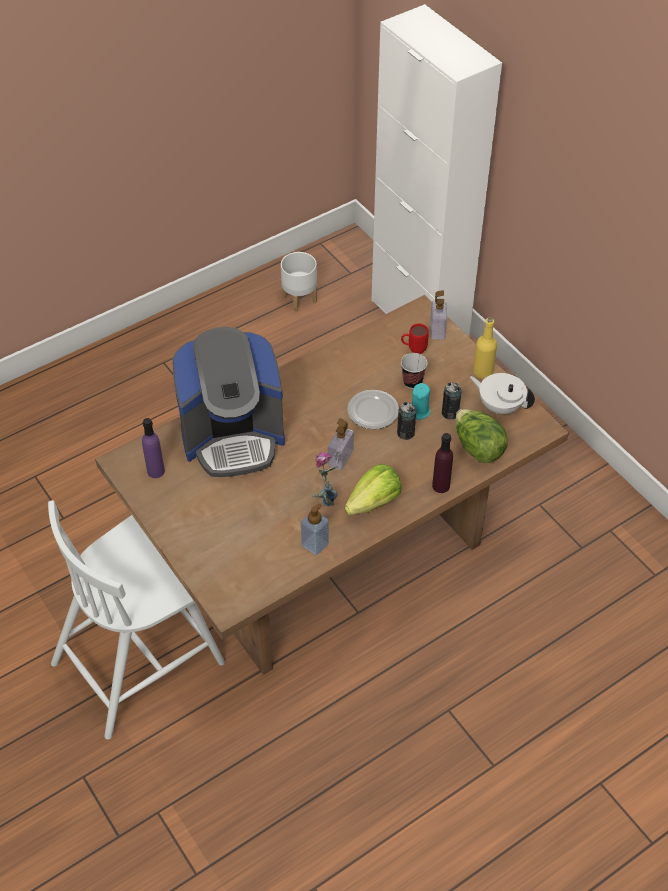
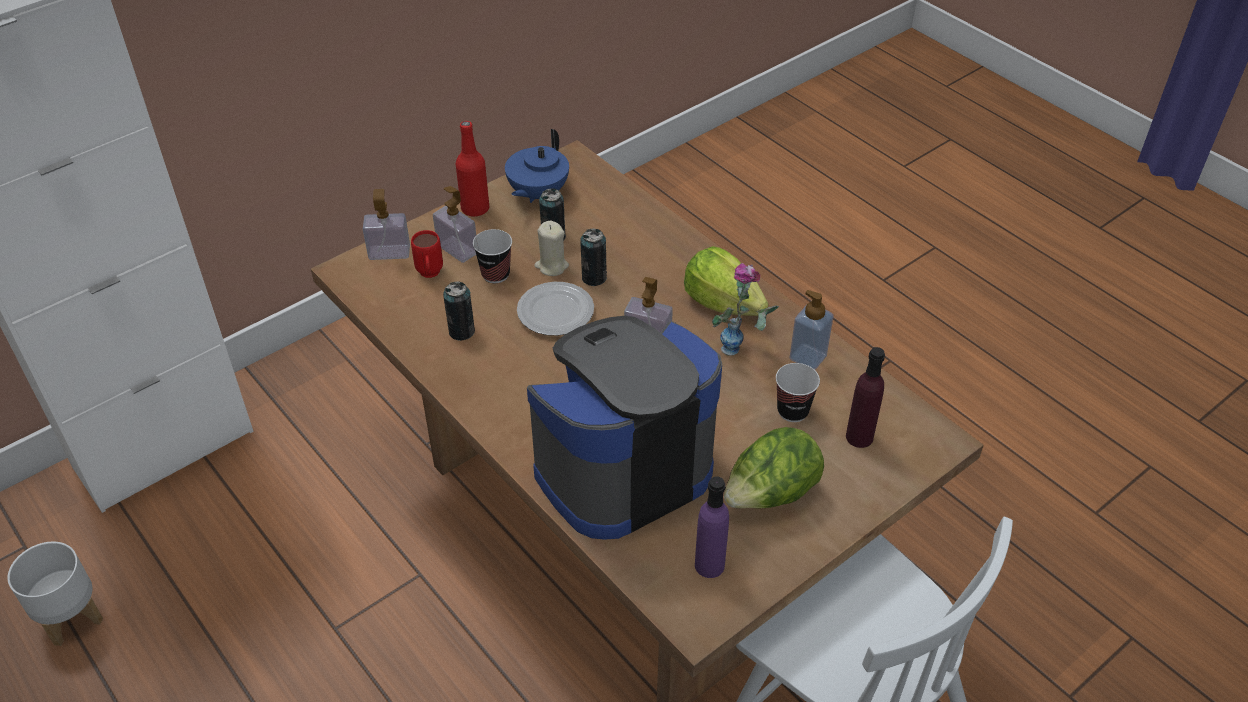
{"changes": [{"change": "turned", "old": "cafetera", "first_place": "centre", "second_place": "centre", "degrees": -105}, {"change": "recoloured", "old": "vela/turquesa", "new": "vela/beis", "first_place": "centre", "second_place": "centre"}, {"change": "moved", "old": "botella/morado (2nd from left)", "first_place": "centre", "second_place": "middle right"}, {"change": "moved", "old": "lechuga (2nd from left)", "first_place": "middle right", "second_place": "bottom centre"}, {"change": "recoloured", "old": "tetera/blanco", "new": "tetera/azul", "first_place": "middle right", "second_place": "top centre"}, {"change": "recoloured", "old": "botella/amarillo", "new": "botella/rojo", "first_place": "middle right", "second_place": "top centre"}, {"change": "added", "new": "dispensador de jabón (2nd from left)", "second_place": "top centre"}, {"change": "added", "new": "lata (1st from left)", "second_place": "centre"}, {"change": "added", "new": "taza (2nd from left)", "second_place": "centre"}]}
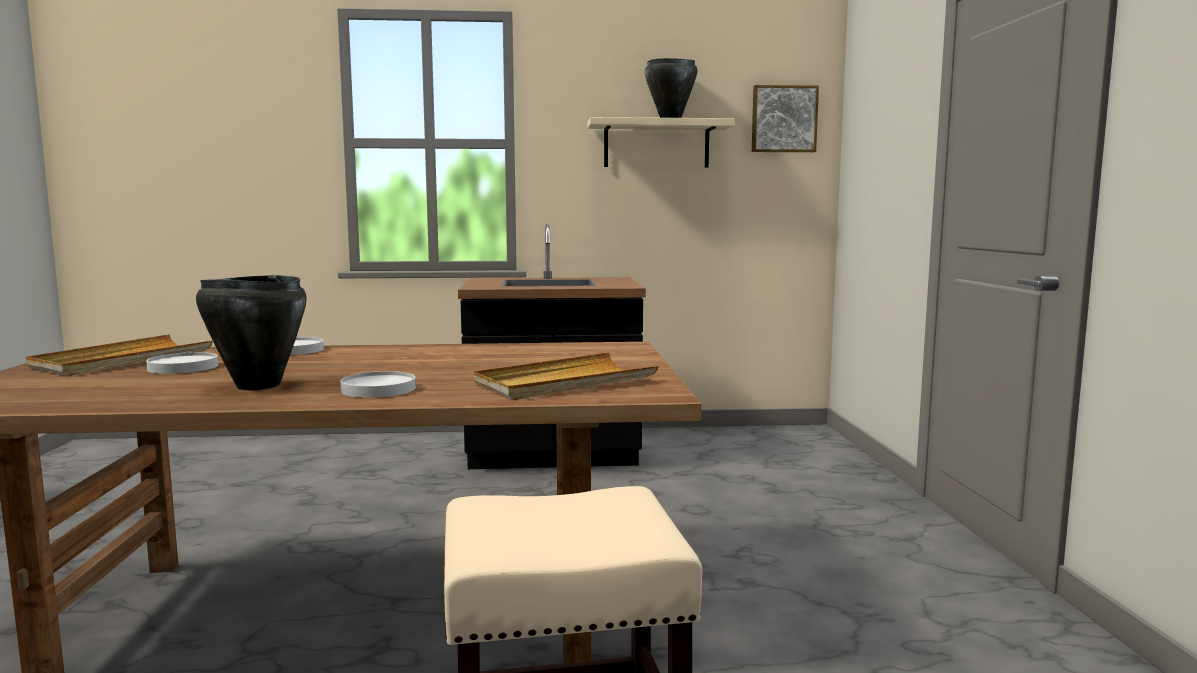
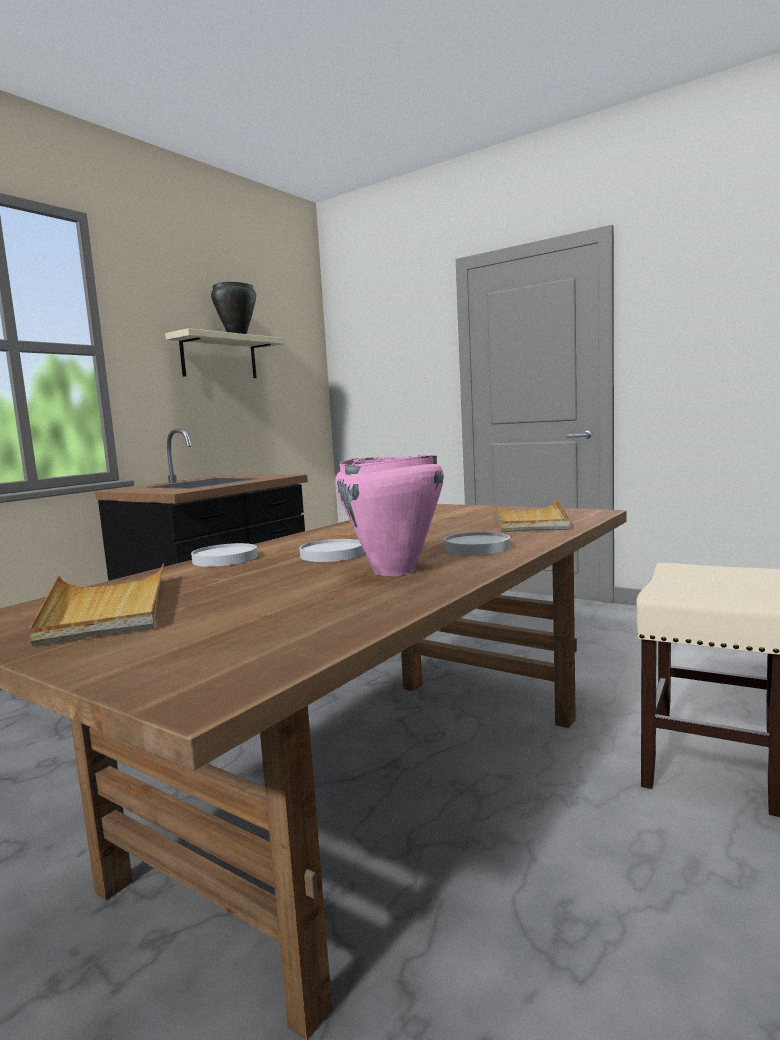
{"changes": [{"change": "moved", "old": "plato/blanco (1st from left in the first image)", "new": "plato/blanco (2nd from left)", "first_place": "middle left", "second_place": "centre"}, {"change": "recoloured", "old": "olla/negro (1st from left)", "new": "olla/rosa", "first_place": "middle left", "second_place": "centre"}, {"change": "removed", "old": "cuadro", "first_place": "top centre"}]}
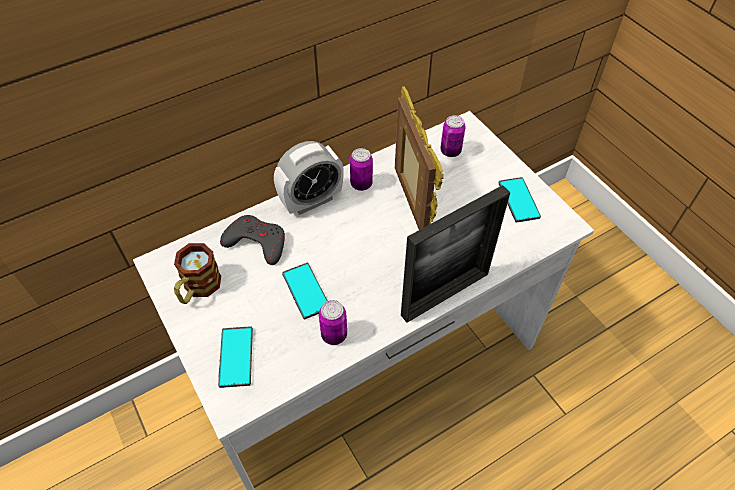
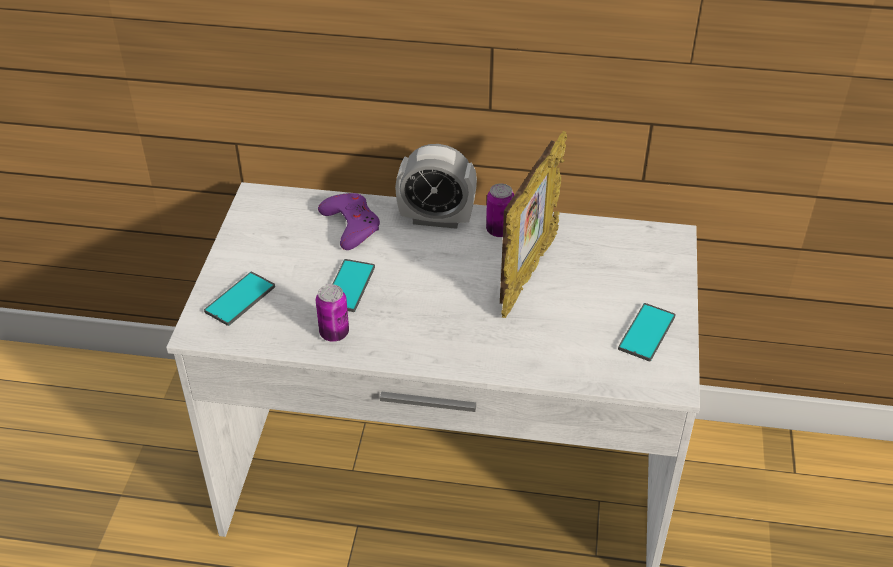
{"changes": [{"change": "removed", "old": "taza grande", "first_place": "middle left"}, {"change": "recoloured", "old": "mando de consola/gris", "new": "mando de consola/morado", "first_place": "centre", "second_place": "centre"}, {"change": "removed", "old": "portarretratos (2nd from left)", "first_place": "centre"}, {"change": "removed", "old": "lata (3rd from left)", "first_place": "top centre"}]}
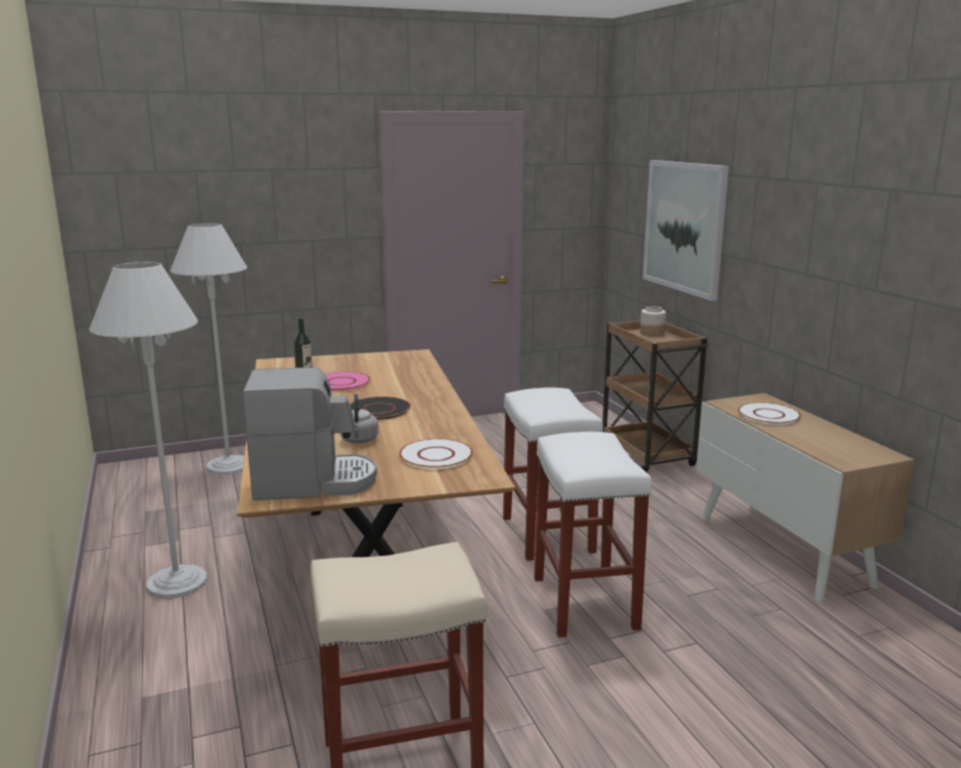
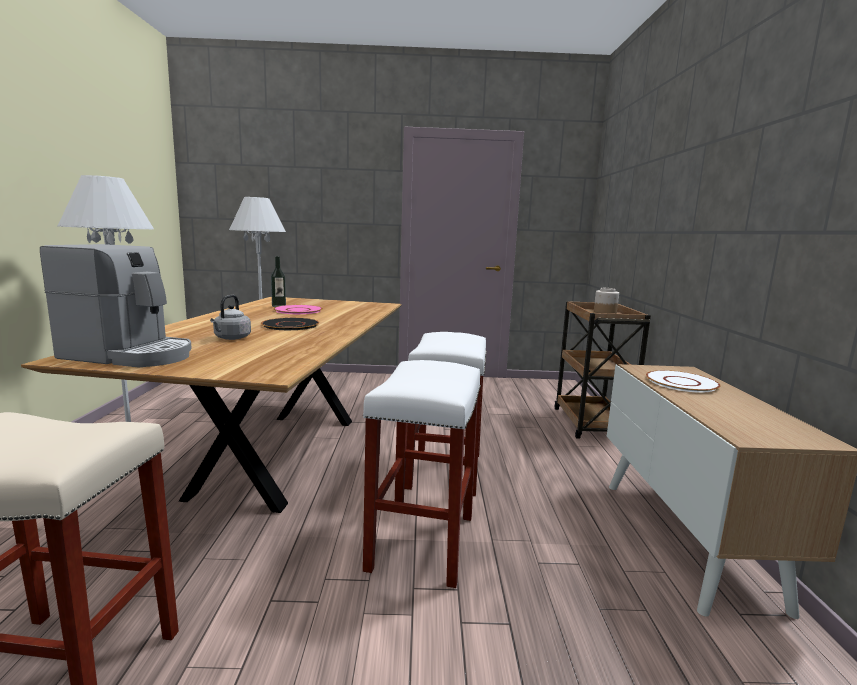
{"changes": [{"change": "removed", "old": "plato/blanco (1st from left)", "first_place": "centre"}, {"change": "removed", "old": "cuadro", "first_place": "top right"}]}
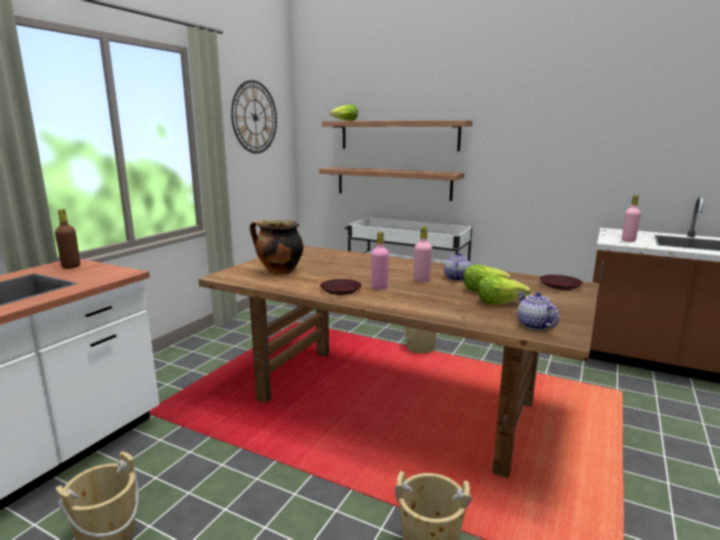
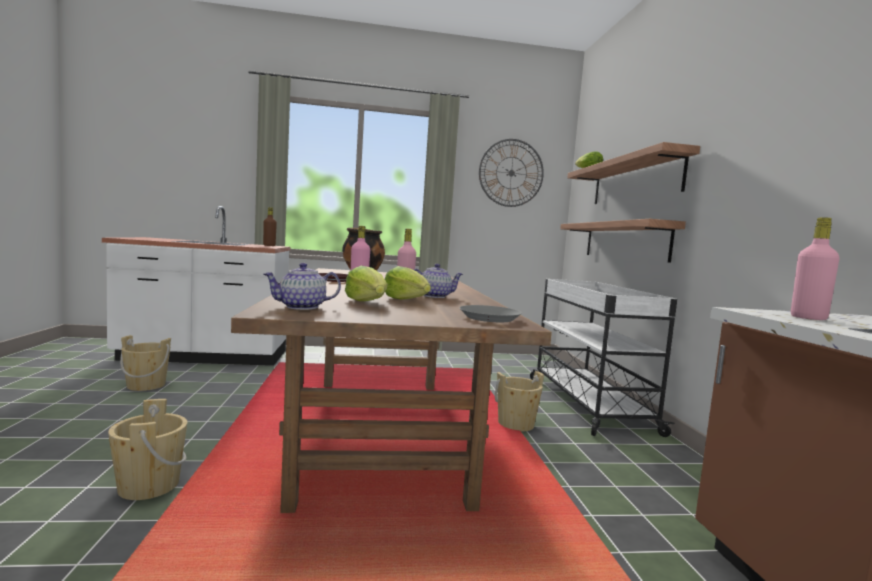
{"changes": [{"change": "turned", "old": "tetera (2nd from left in the first image)", "first_place": "middle right", "second_place": "centre", "degrees": -150}, {"change": "recoloured", "old": "plato/marrón (2nd from left)", "new": "plato/gris", "first_place": "middle right", "second_place": "centre"}]}
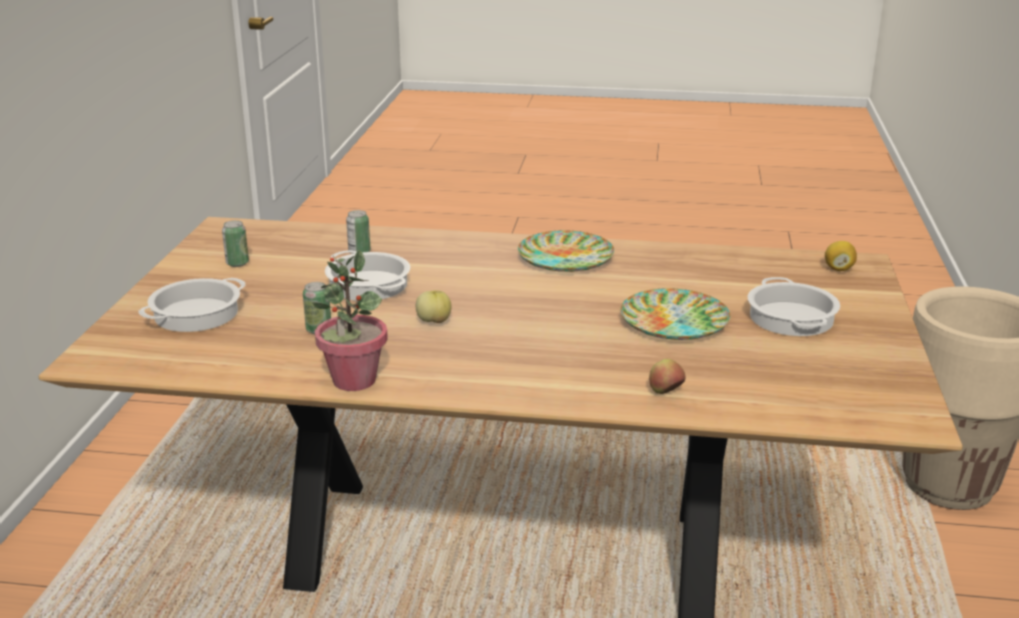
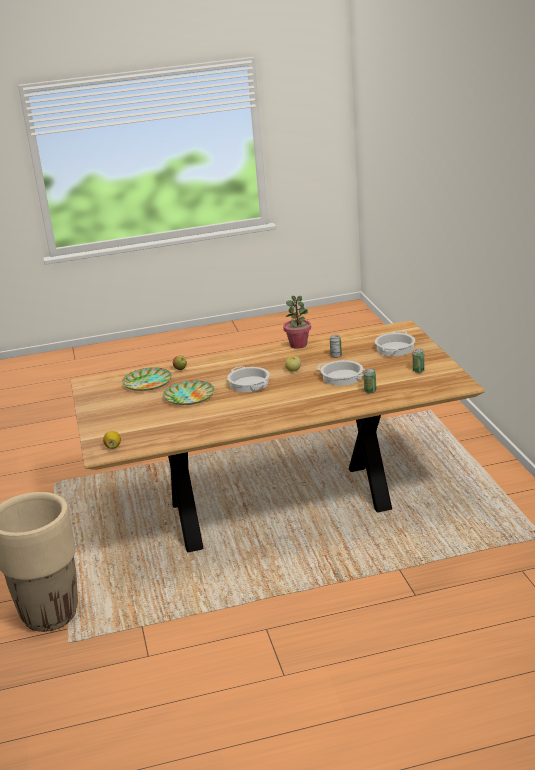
{"changes": [{"change": "moved", "old": "plato (1st from left)", "first_place": "centre", "second_place": "middle left"}, {"change": "moved", "old": "olla (3rd from left in the first image)", "new": "olla (1st from left)", "first_place": "middle right", "second_place": "centre"}]}
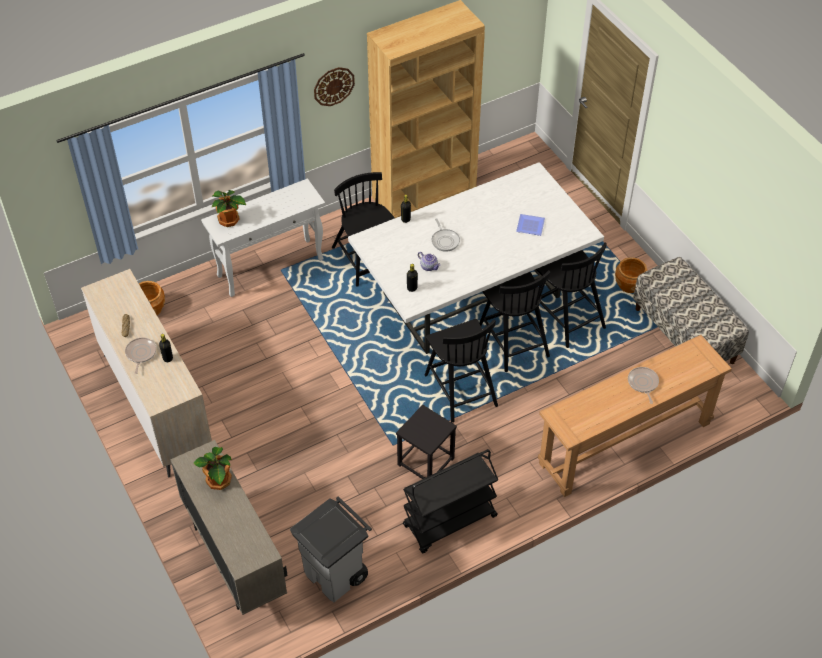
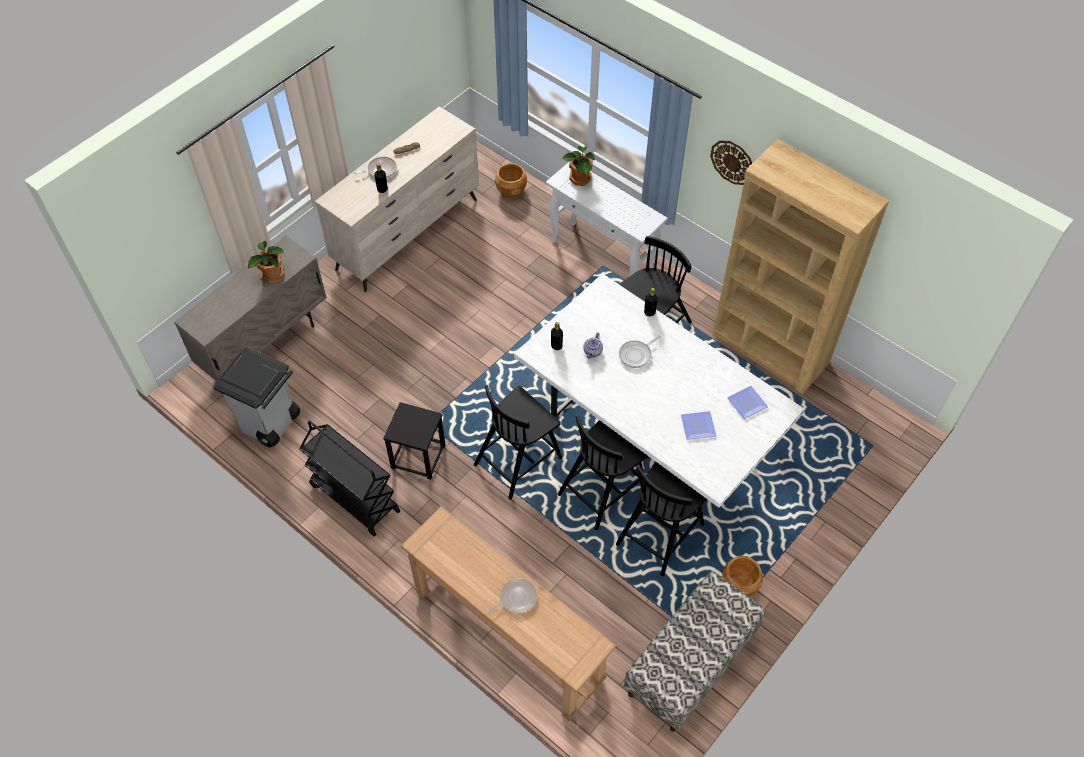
{"changes": [{"change": "added", "new": "plato (2nd from left)", "second_place": "middle right"}]}
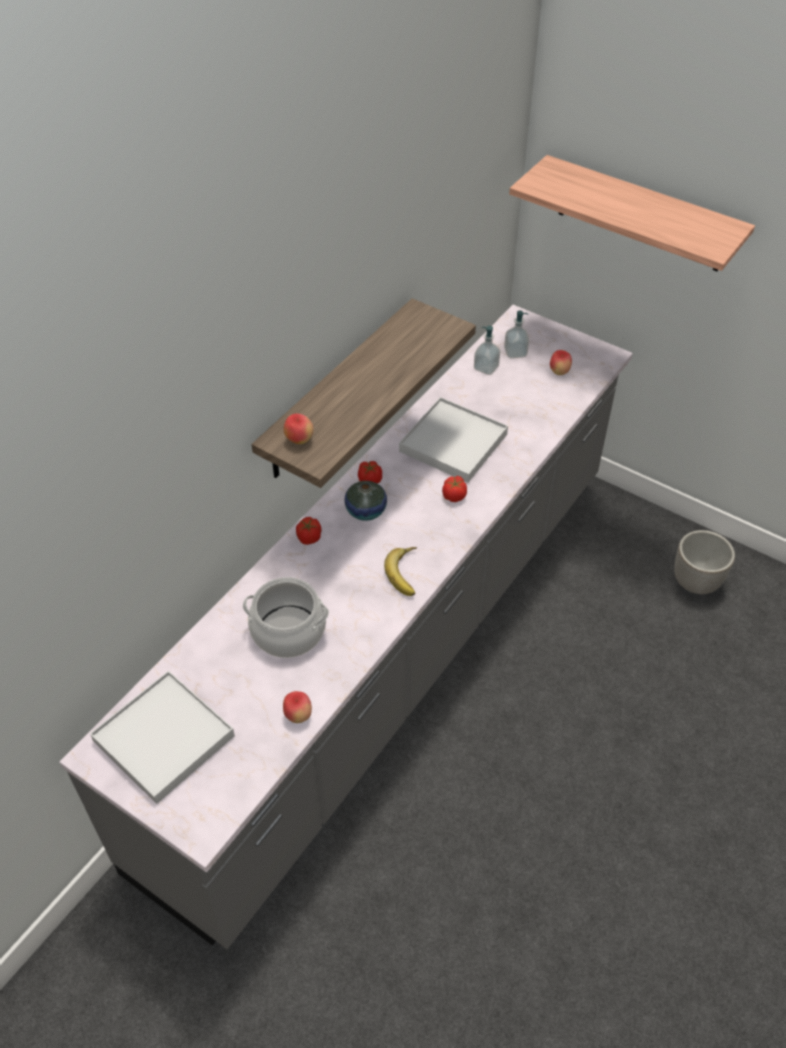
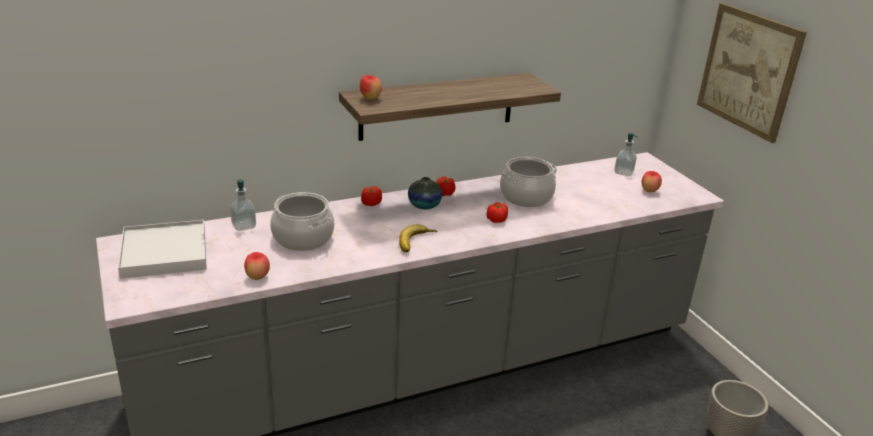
{"changes": [{"change": "replaced", "old": "bandeja/blanco (2nd from left)", "new": "olla (2nd from left)", "first_place": "centre", "second_place": "centre"}, {"change": "moved", "old": "dispensador de jabón (1st from left)", "first_place": "centre", "second_place": "middle left"}, {"change": "replaced", "old": "estante (2nd from left)", "new": "cuadro", "first_place": "top right", "second_place": "top right"}]}
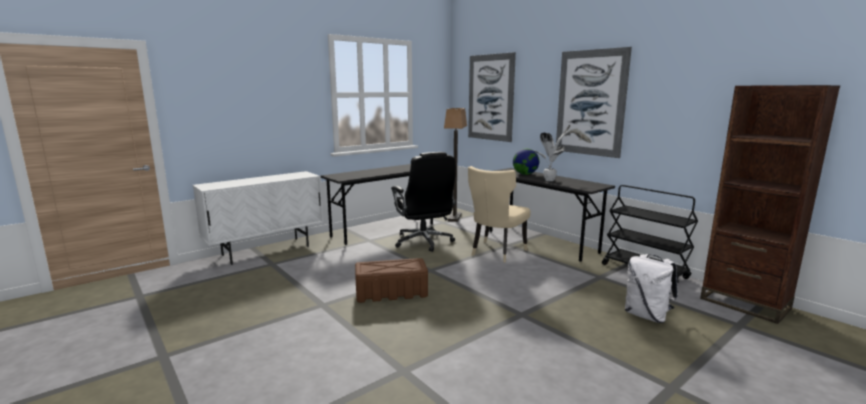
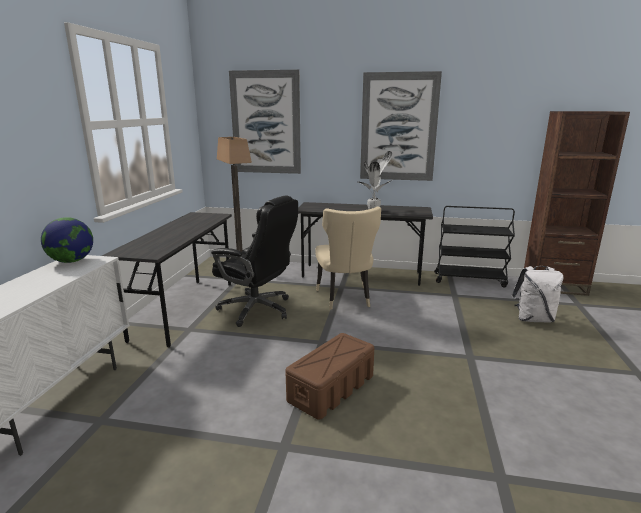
{"changes": [{"change": "moved", "old": "globo terráqueo", "first_place": "centre", "second_place": "middle left"}]}
